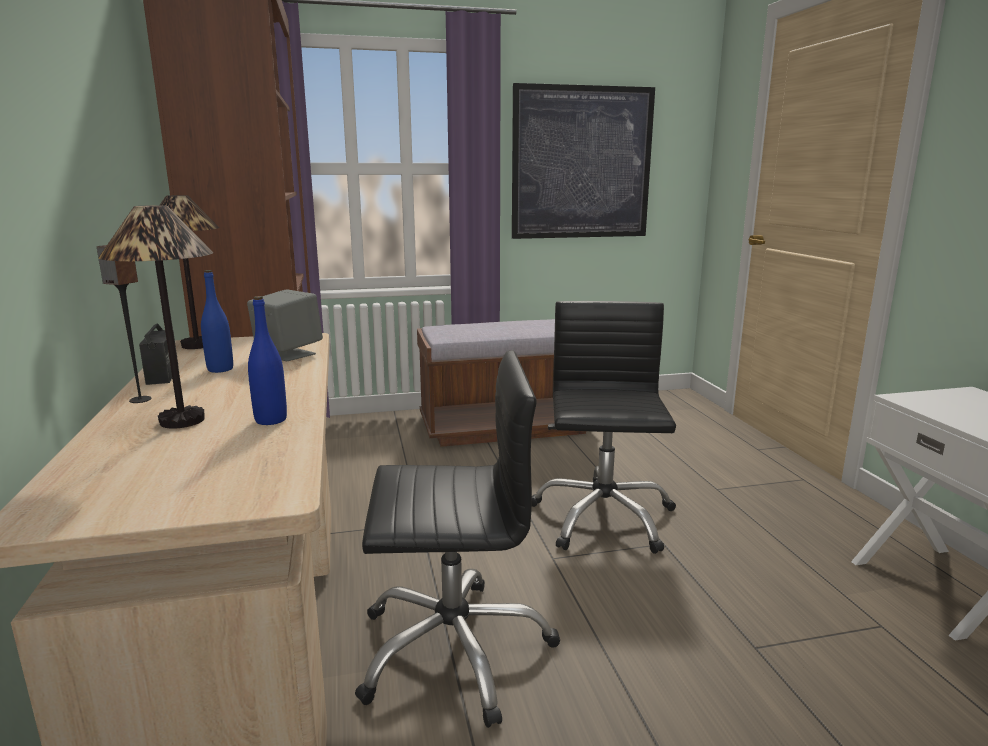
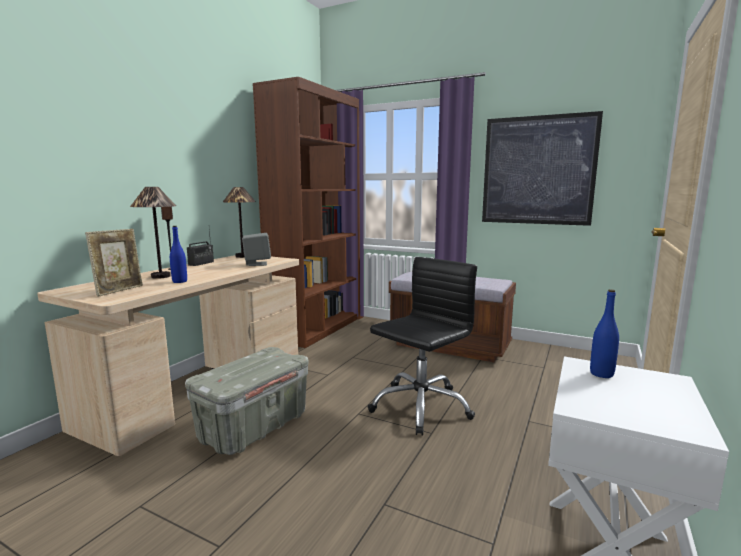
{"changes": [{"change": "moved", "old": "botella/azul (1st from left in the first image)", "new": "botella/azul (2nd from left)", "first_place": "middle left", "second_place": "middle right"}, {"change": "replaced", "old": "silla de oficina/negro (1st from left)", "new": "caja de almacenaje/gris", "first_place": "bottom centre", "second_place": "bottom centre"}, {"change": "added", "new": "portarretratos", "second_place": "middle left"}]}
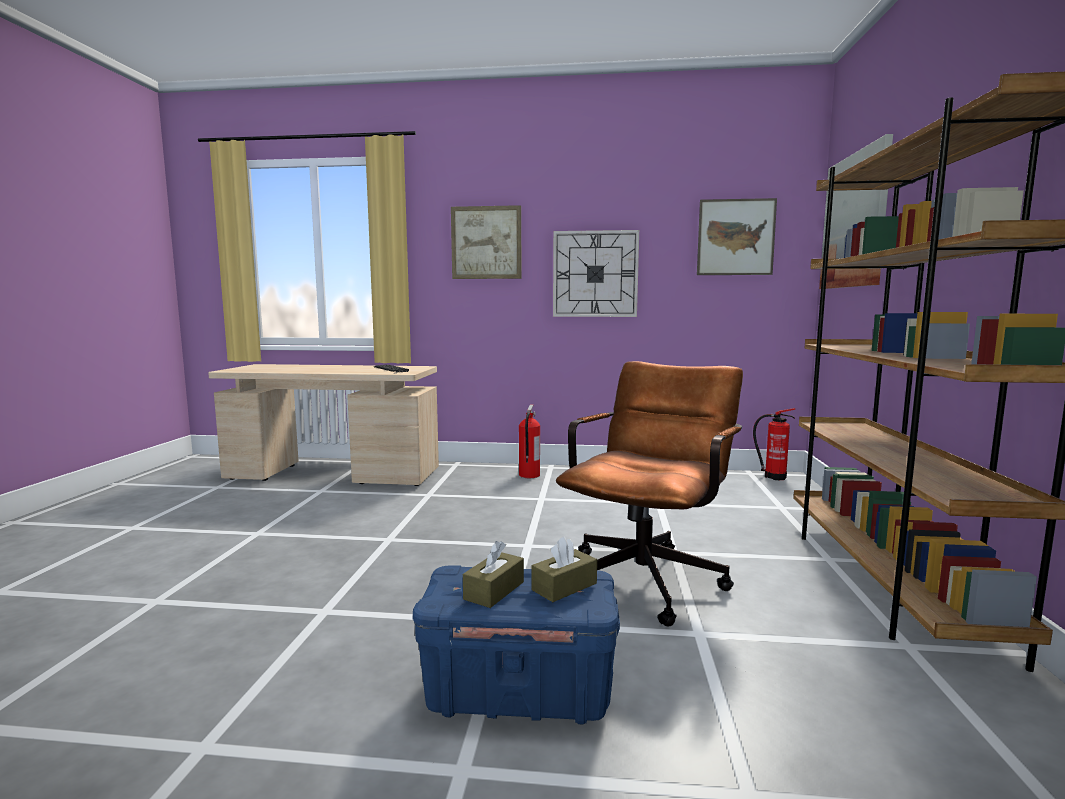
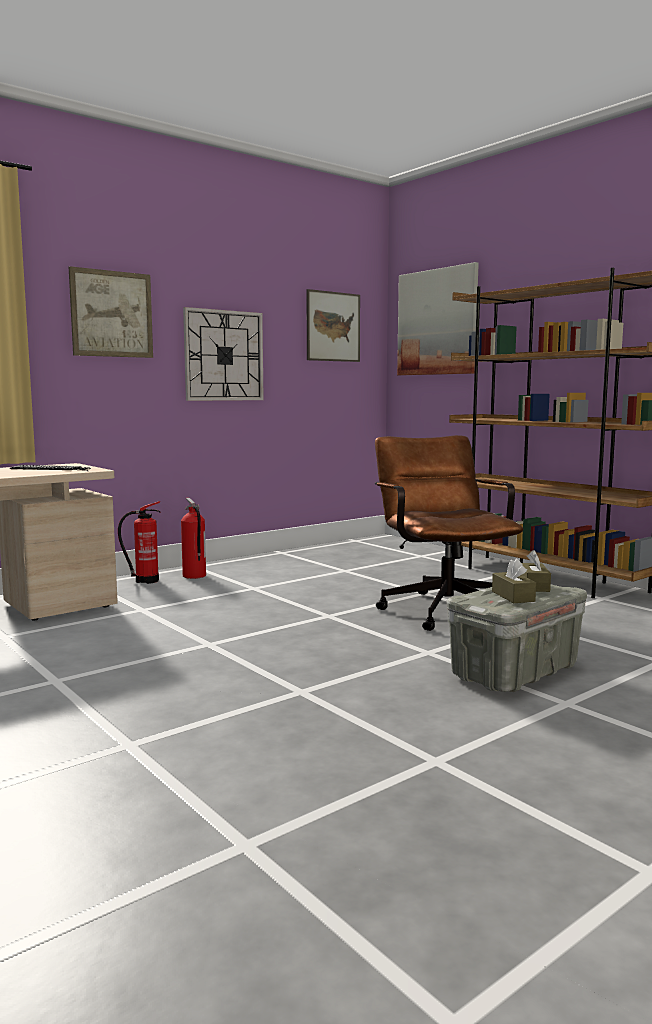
{"changes": [{"change": "recoloured", "old": "caja de almacenaje/azul", "new": "caja de almacenaje/gris", "first_place": "bottom centre", "second_place": "middle right"}, {"change": "moved", "old": "extintor (2nd from left in the first image)", "new": "extintor (1st from left)", "first_place": "middle right", "second_place": "middle left"}]}
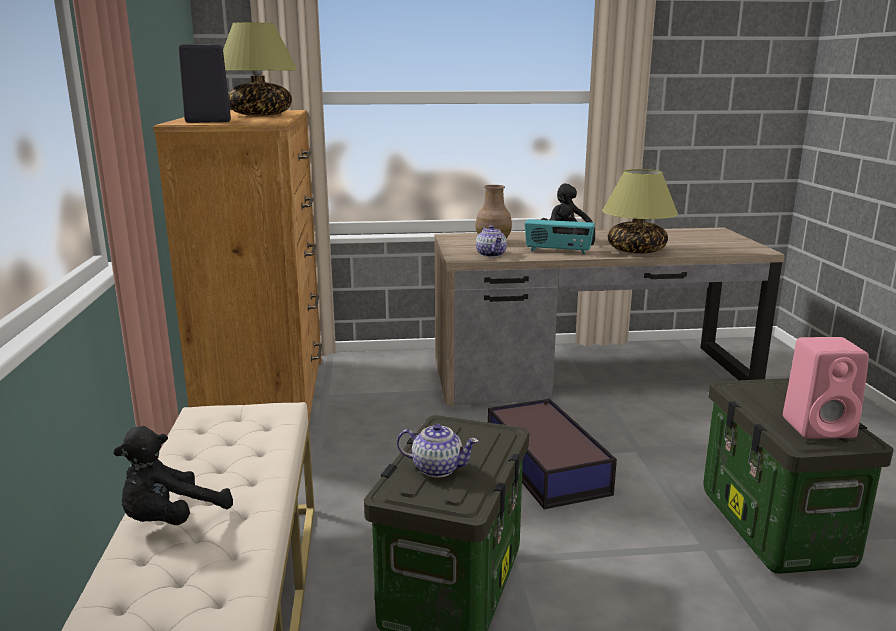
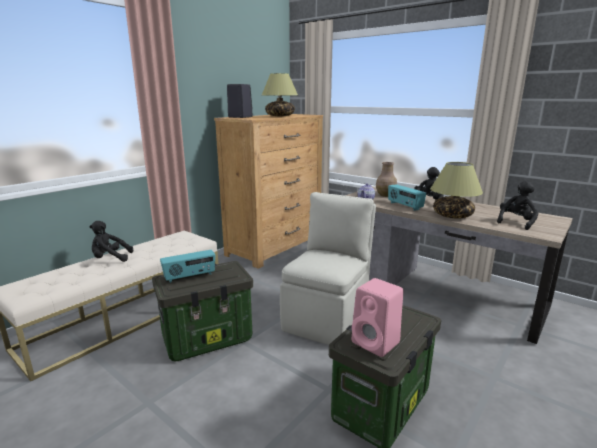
{"changes": [{"change": "replaced", "old": "tetera (1st from left)", "new": "radio (1st from left)", "first_place": "bottom centre", "second_place": "middle left"}, {"change": "replaced", "old": "caja de almacenaje (2nd from left)", "new": "silla/beis", "first_place": "bottom centre", "second_place": "centre"}, {"change": "added", "new": "peluche/negro (3rd from left)", "second_place": "middle right"}]}
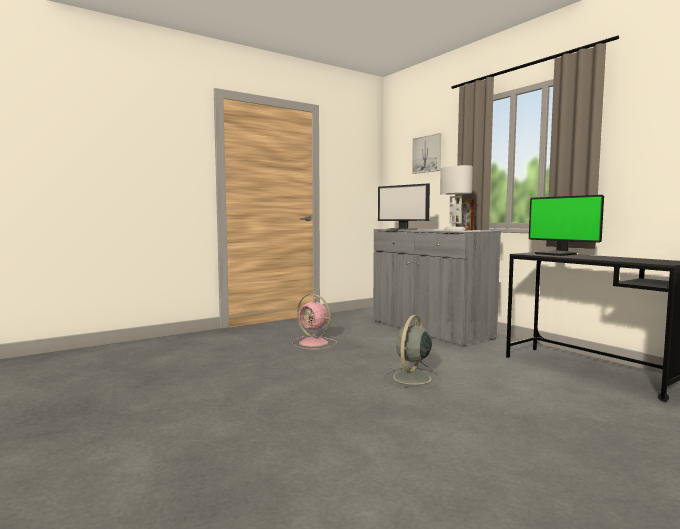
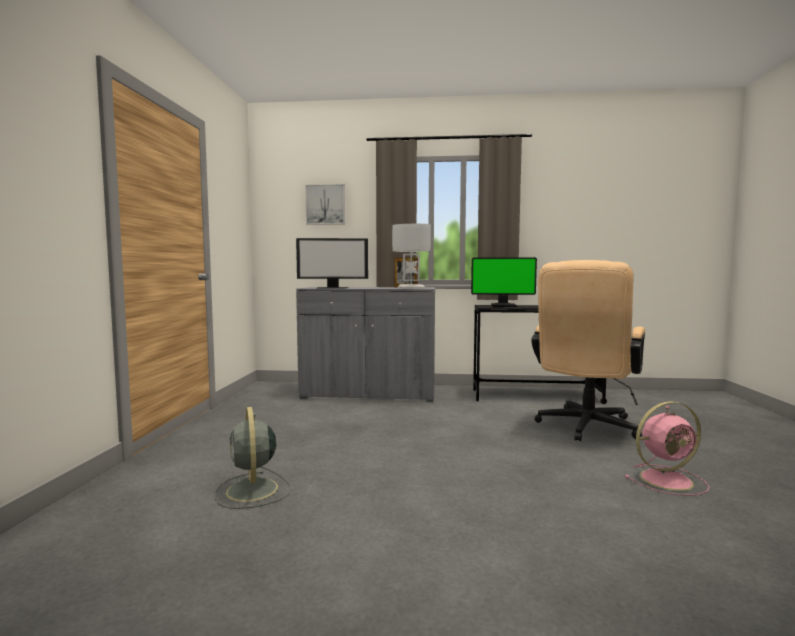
{"changes": [{"change": "moved", "old": "ventilador/rosa", "first_place": "centre", "second_place": "bottom right"}, {"change": "moved", "old": "ventilador/gris", "first_place": "centre", "second_place": "bottom left"}, {"change": "added", "new": "silla de oficina/beis", "second_place": "middle right"}]}
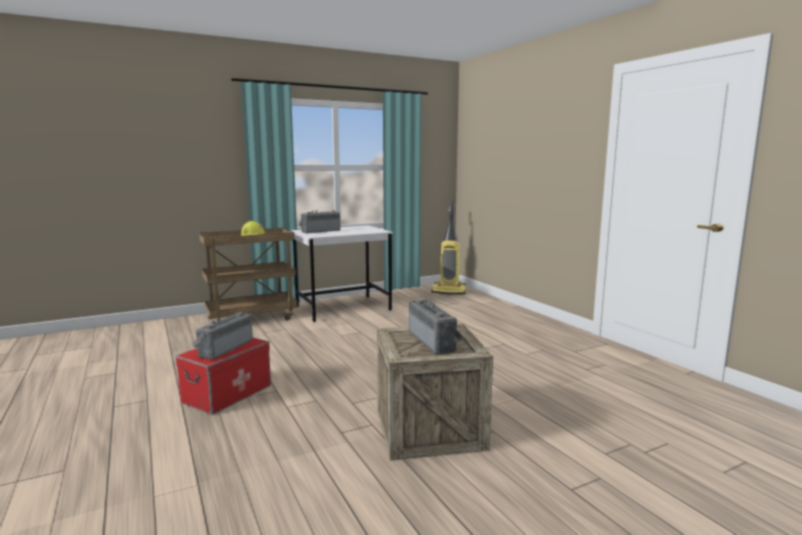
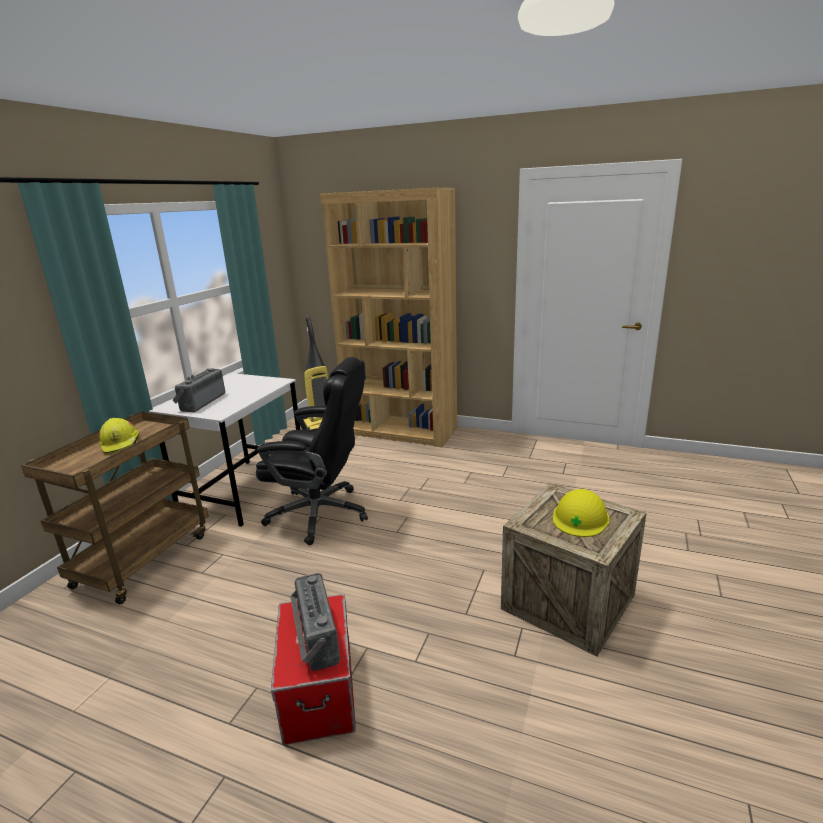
{"changes": [{"change": "replaced", "old": "radio (3rd from left)", "new": "casco/amarillo (2nd from left)", "first_place": "centre", "second_place": "middle right"}, {"change": "added", "new": "silla de oficina/negro", "second_place": "centre"}, {"change": "added", "new": "estantería/marrón", "second_place": "centre"}]}
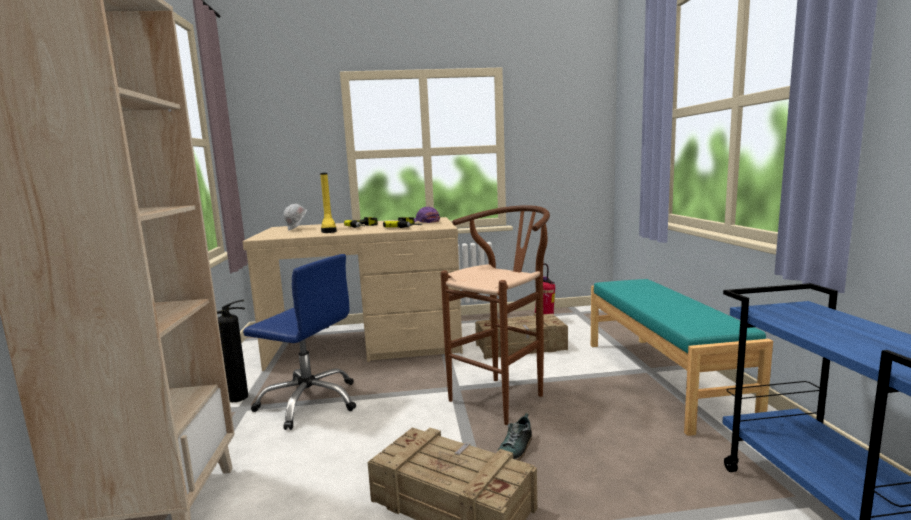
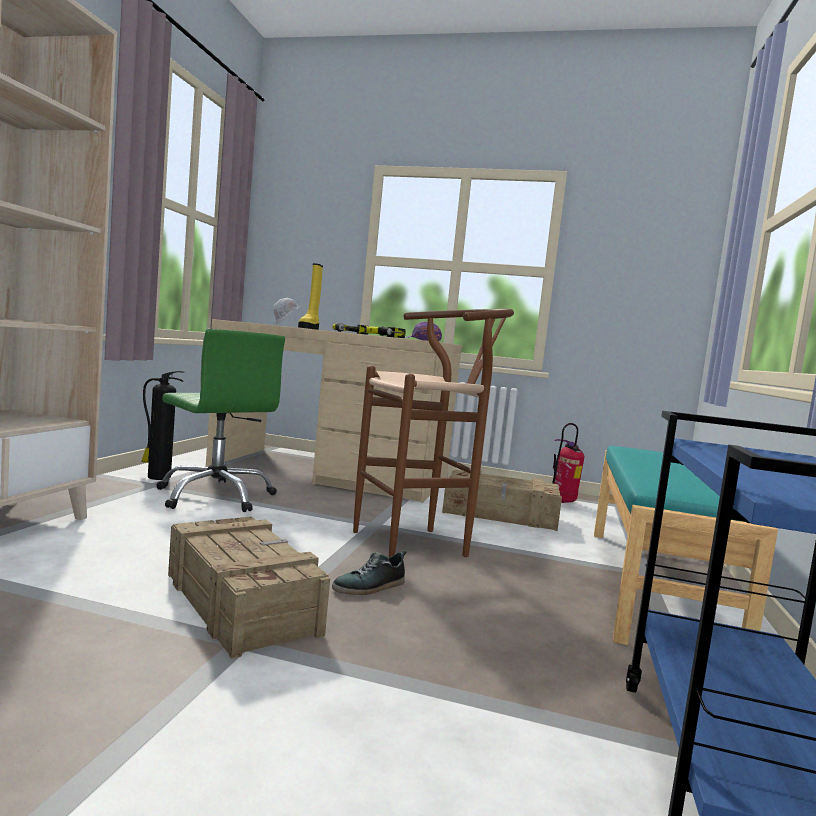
{"changes": [{"change": "recoloured", "old": "silla de oficina/azul", "new": "silla de oficina/verde", "first_place": "middle left", "second_place": "middle left"}]}
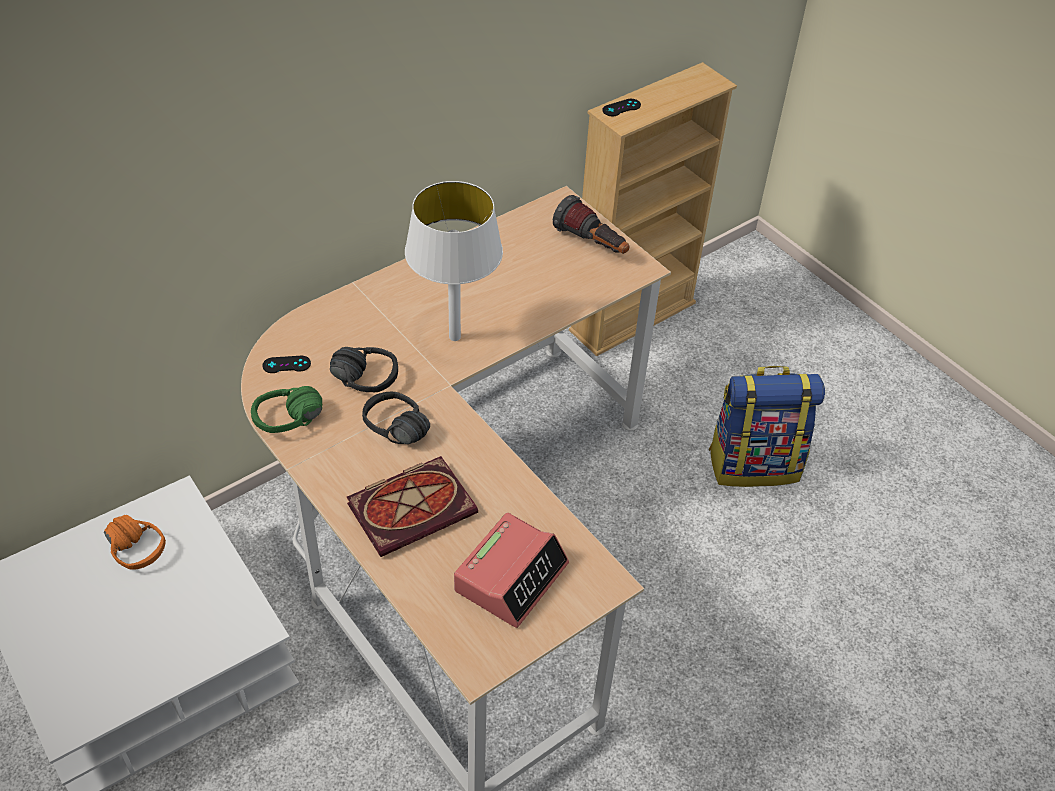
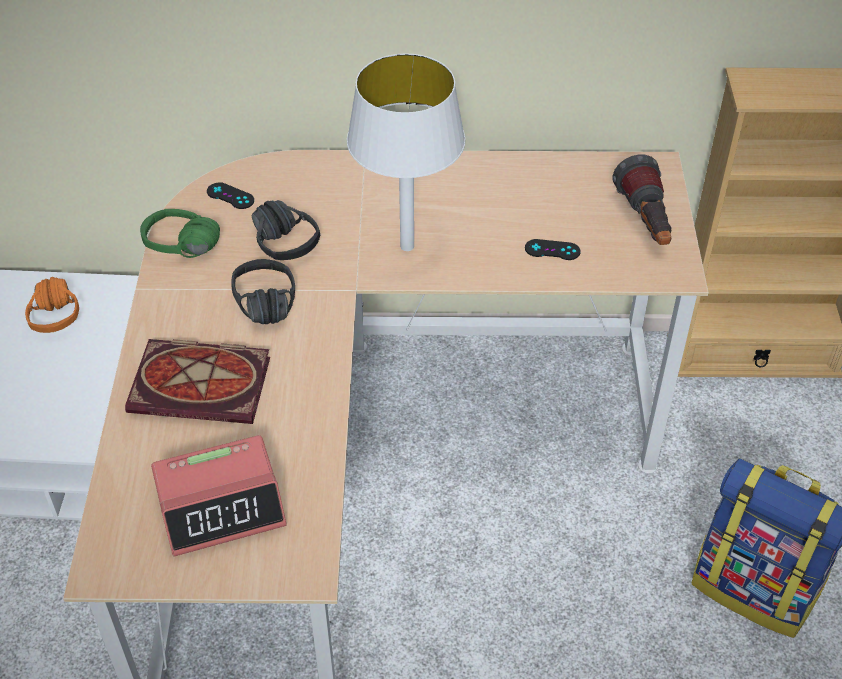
{"changes": [{"change": "moved", "old": "mando de consola/negro (2nd from left)", "first_place": "top centre", "second_place": "centre"}]}
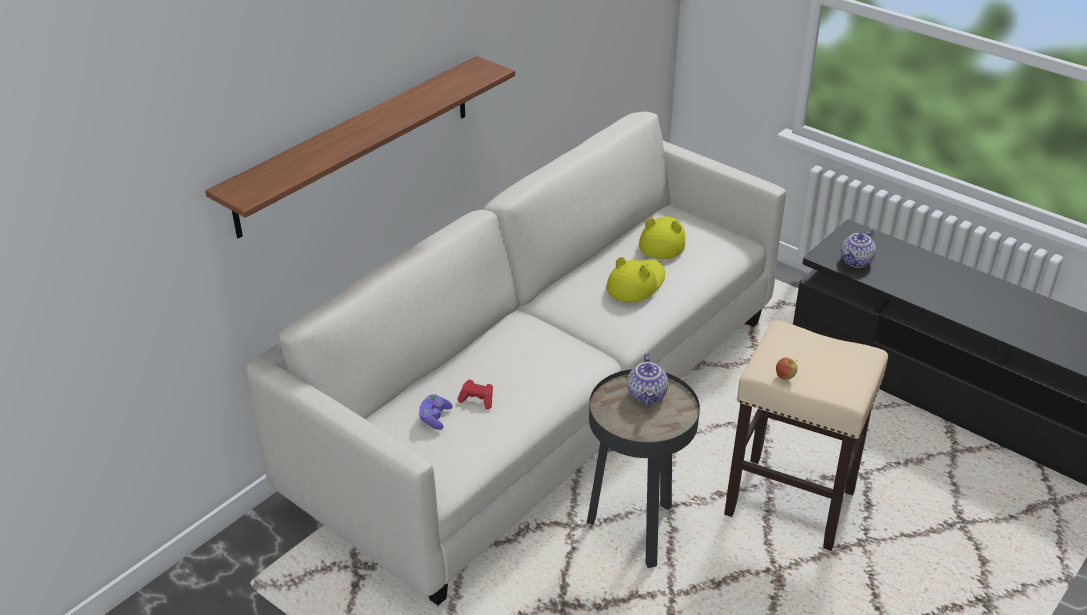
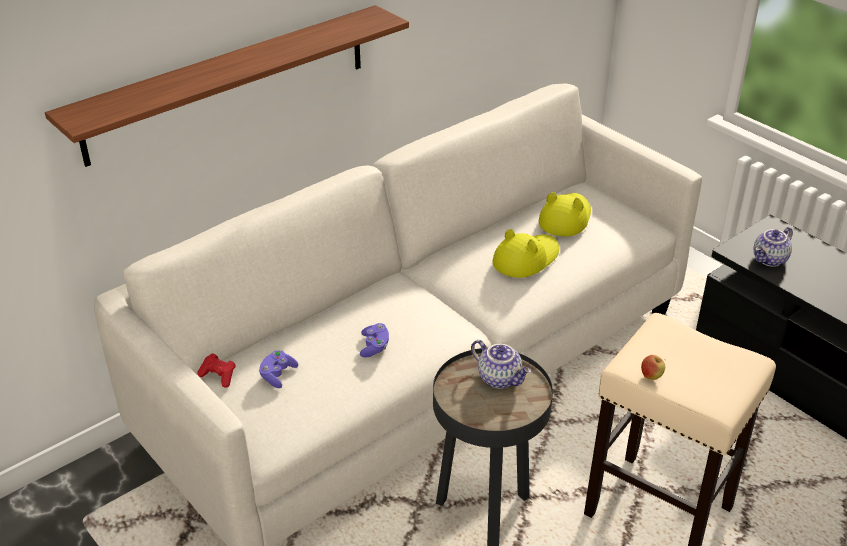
{"changes": [{"change": "moved", "old": "mando de consola/rojo", "first_place": "centre", "second_place": "bottom left"}, {"change": "turned", "old": "tetera (1st from left)", "first_place": "centre", "second_place": "bottom centre", "degrees": -60}, {"change": "added", "new": "mando de consola/morado (2nd from left)", "second_place": "centre"}]}
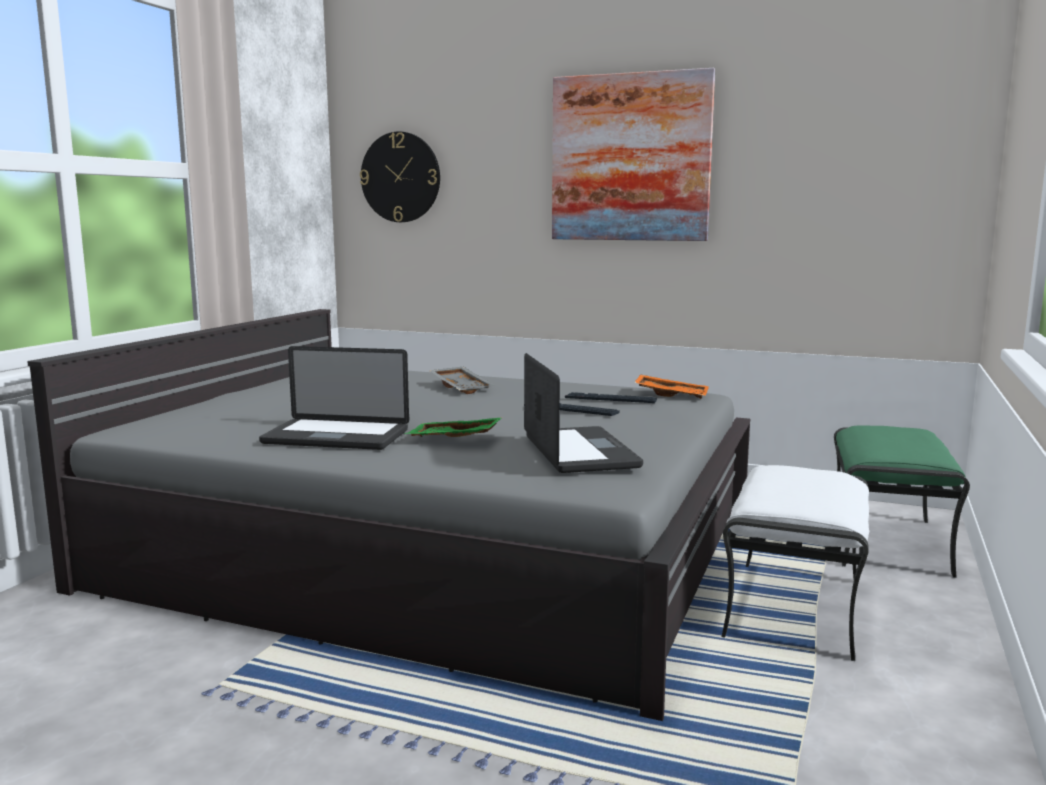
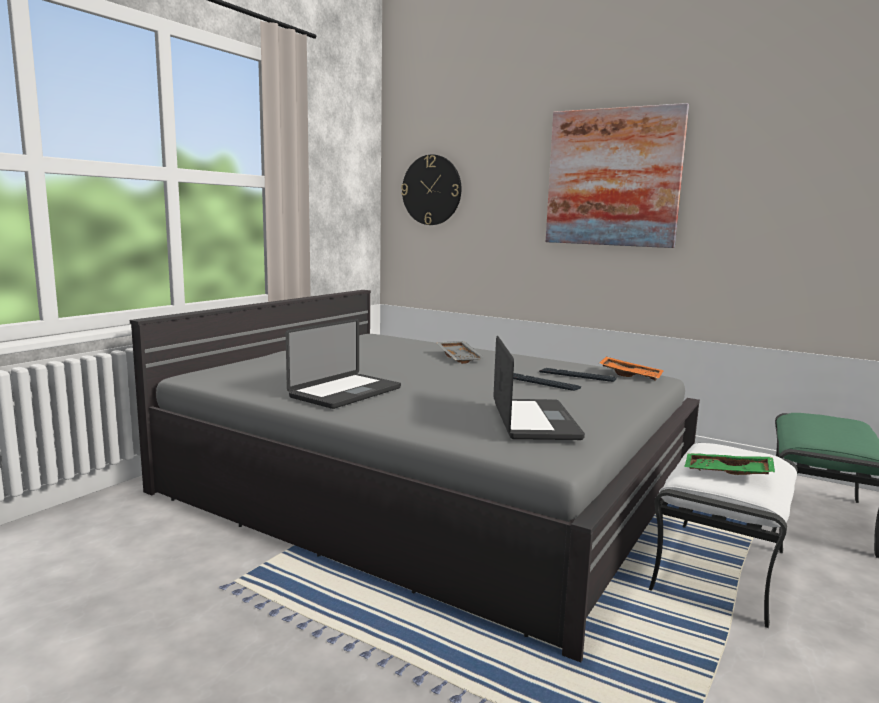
{"changes": [{"change": "turned", "old": "portátil (1st from left)", "first_place": "middle left", "second_place": "centre", "degrees": -75}, {"change": "moved", "old": "bandeja/verde", "first_place": "centre", "second_place": "middle right"}]}
